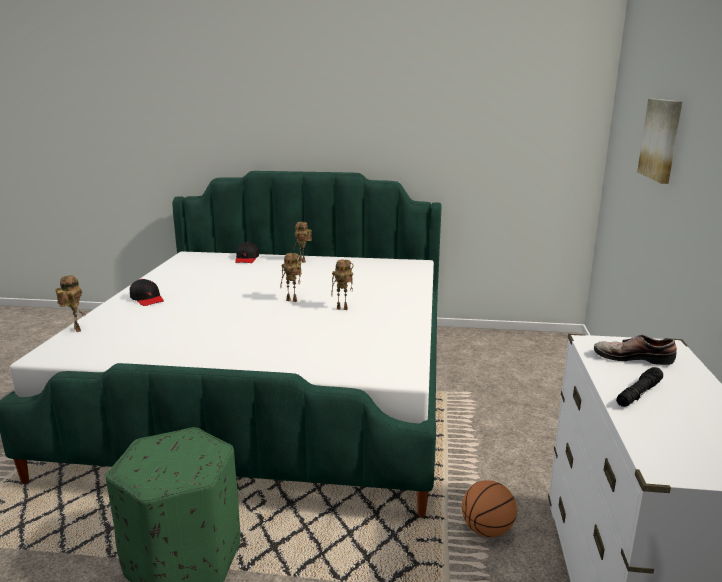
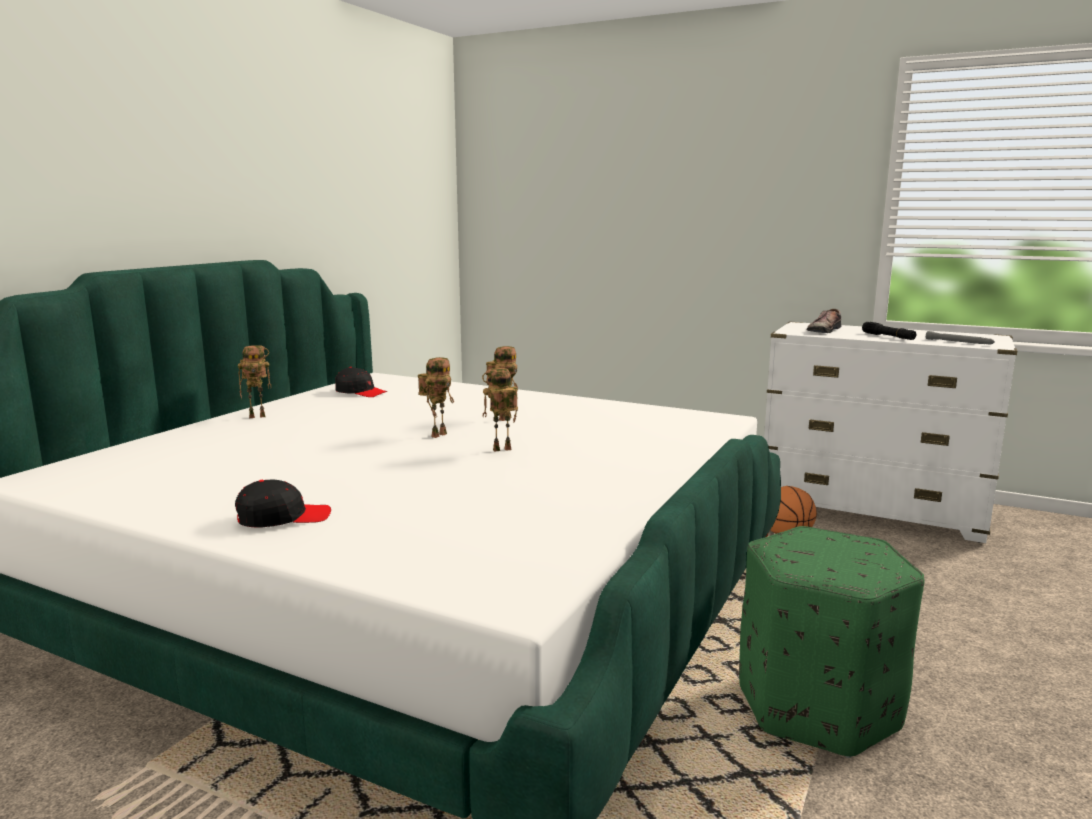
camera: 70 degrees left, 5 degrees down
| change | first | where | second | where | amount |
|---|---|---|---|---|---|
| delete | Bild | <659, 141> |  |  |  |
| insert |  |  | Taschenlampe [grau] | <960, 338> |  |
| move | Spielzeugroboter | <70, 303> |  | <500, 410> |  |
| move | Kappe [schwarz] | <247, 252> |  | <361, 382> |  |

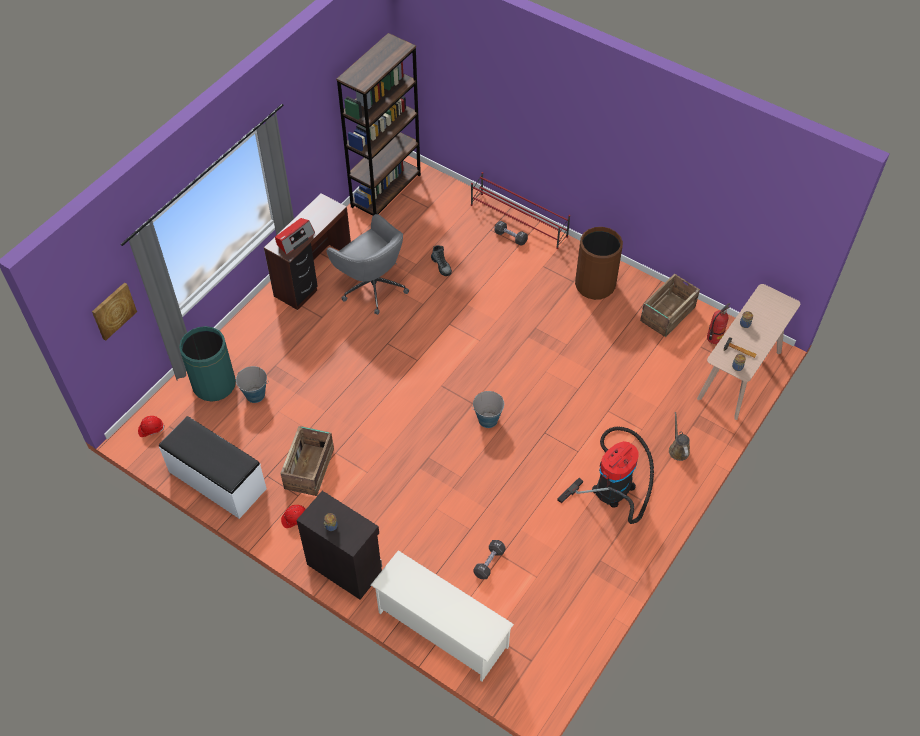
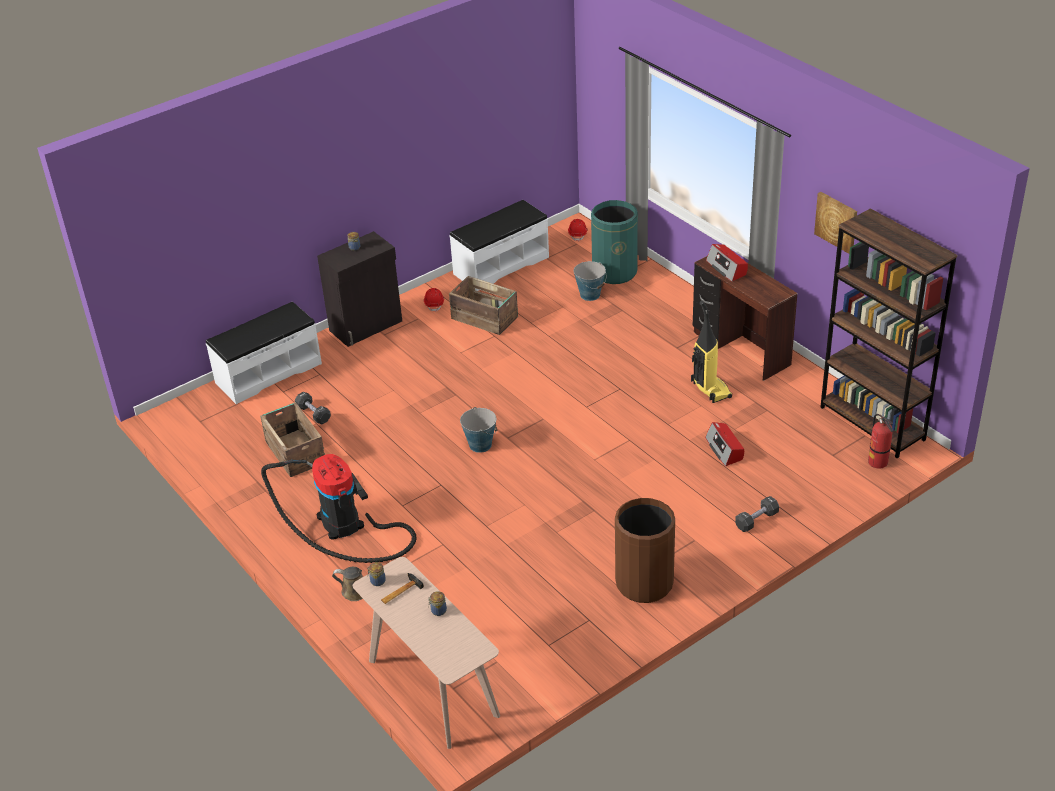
camera: 110 degrees right, 15 degrees down
| change | first | where | second | where | amount |
|---|---|---|---|---|---|
| delete | Schuhregal [rot] | <520, 210> |  |  |  |
| move | Bild | <114, 311> |  | <835, 223> |  |
| move | Kiste | <670, 305> |  | <292, 439> |  |
| move | Feuerlöscher | <718, 323> |  | <880, 441> |  |
| replace | Bürostuhl [grau] | <368, 264> | Staubsauger | <711, 352> |  |
| replace | Schuhregal [weiß] | <442, 615> | Bank [weiß] | <264, 353> |  |
| replace | Stiefel | <441, 260> | Radio | <724, 444> |  |

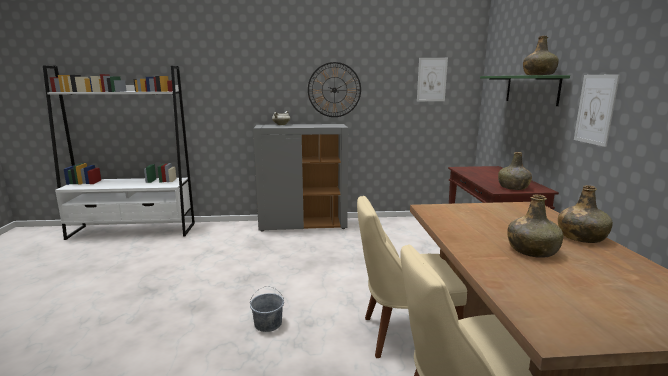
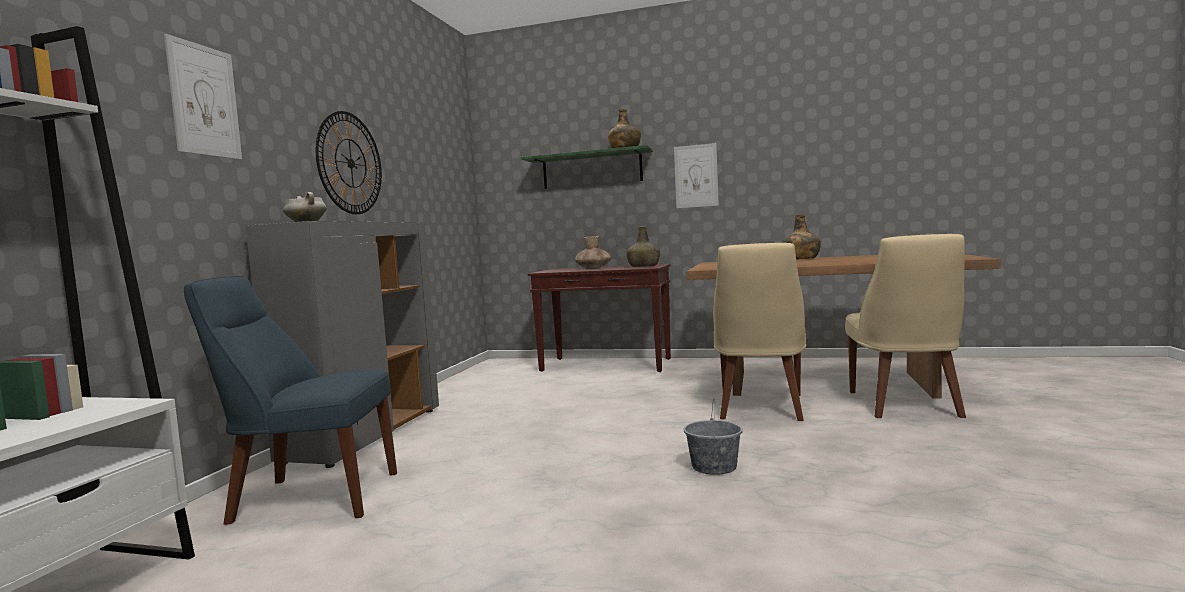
camera: 70 degrees left, 10 degrees down
| change | first | where | second | where | amount |
|---|---|---|---|---|---|
| delete | Flasche [grün] | <535, 226> |  |  |  |
| insert |  |  | Stuhl [blau] | <290, 401> |  |
| insert |  |  | Vase [braun] | <593, 252> |  |
| move | Bild | <432, 79> |  | <203, 97> |  |

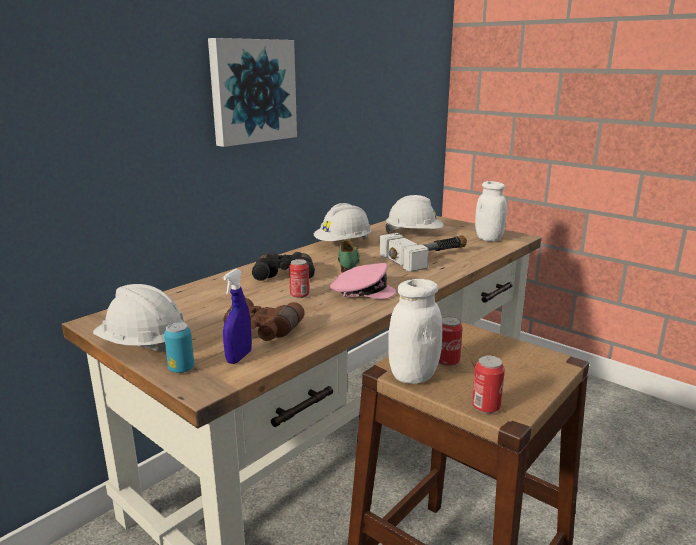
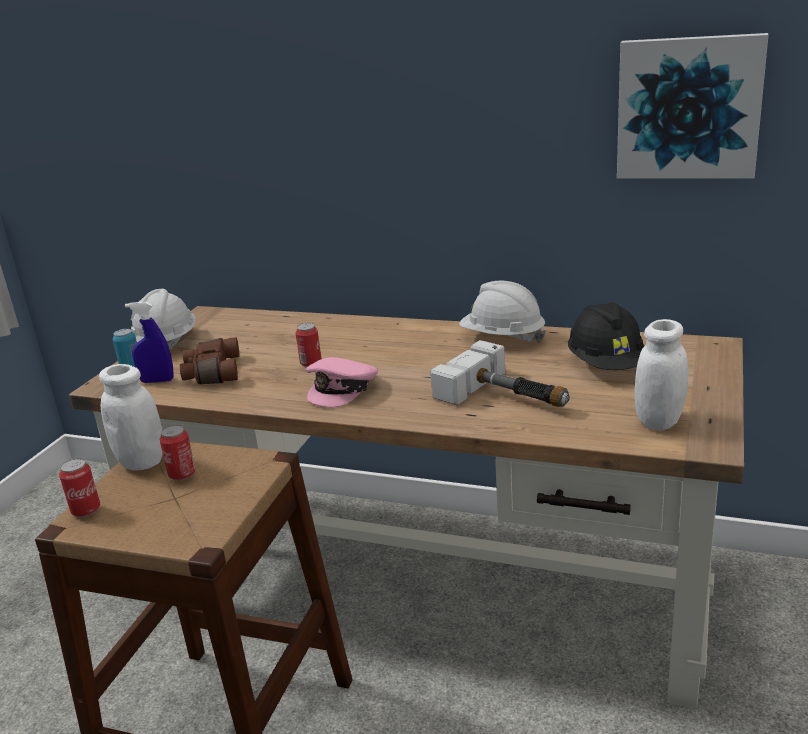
camera: 70 degrees right, 5 degrees up
| change | first | where | second | where | amount |
|---|---|---|---|---|---|
| delete | Fernglas [schwarz] | <283, 266> |  |  |  |
| delete | Schuh [grün] | <348, 256> |  |  |  |
| move | Bild | <252, 92> |  | <692, 106> |  |
| recolor | Schutzhelm [weiß] | <414, 214> | Schutzhelm [schwarz] | <606, 336> |  |
| rotate | Kappe [rosa] | <363, 281> |  | <341, 382> | 45 degrees clockwise |

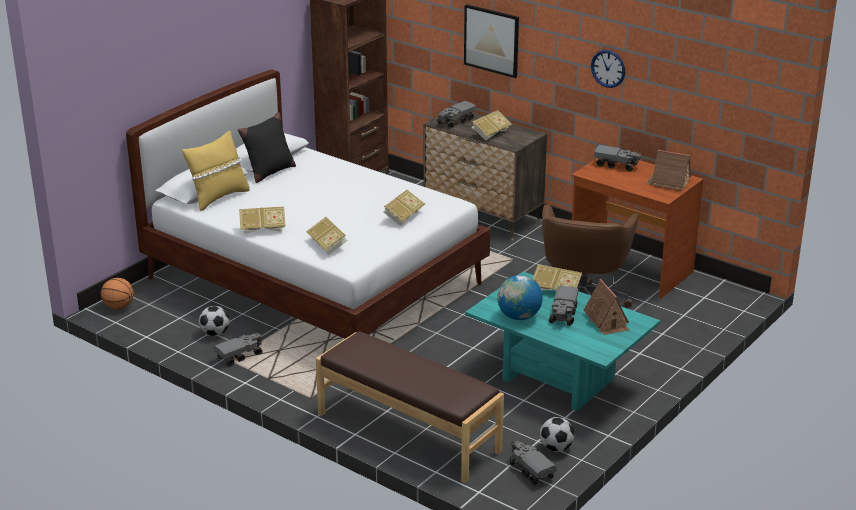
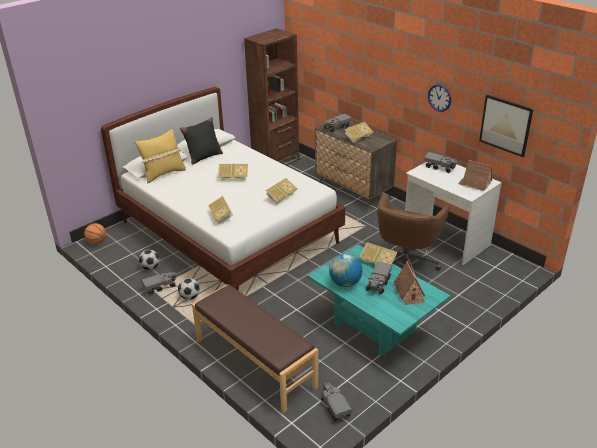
camera: 10 degrees right, 5 degrees up
| change | first | where | second | where | amount |
|---|---|---|---|---|---|
| move | Buch | <262, 220> |  | <233, 172> |  |
| move | Bild | <491, 41> |  | <506, 126> |  |
| move | Fußball | <557, 434> |  | <189, 289> |  |
| recolor | Schreibtisch [braun] | <637, 228> | Schreibtisch [weiß] | <453, 213> |  |

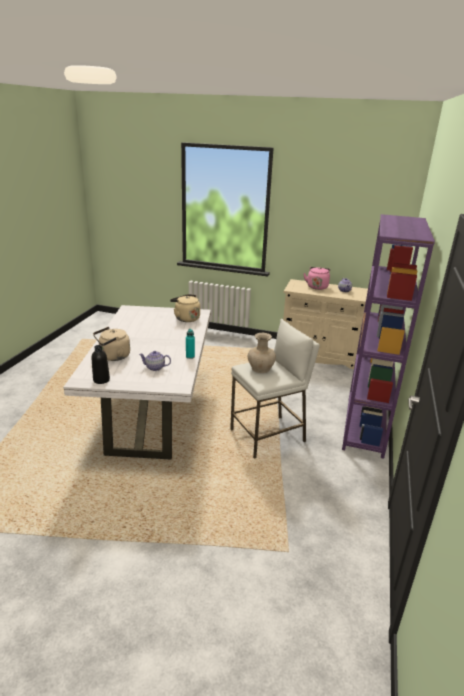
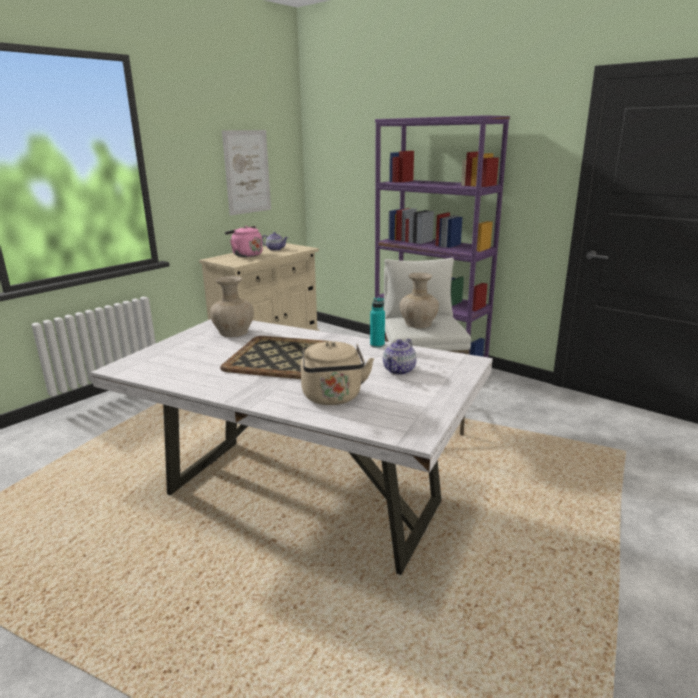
camera: 65 degrees left, 5 degrees down
| change | first | where | second | where | amount |
|---|---|---|---|---|---|
| delete | Flasche [schwarz] | <100, 364> |  |  |  |
| insert |  |  | Tablett | <274, 357> |  |
| insert |  |  | Bild | <246, 172> |  |
| replace | Wasserkessel [beige] | <185, 308> | Vase [beige] | <232, 306> |  |

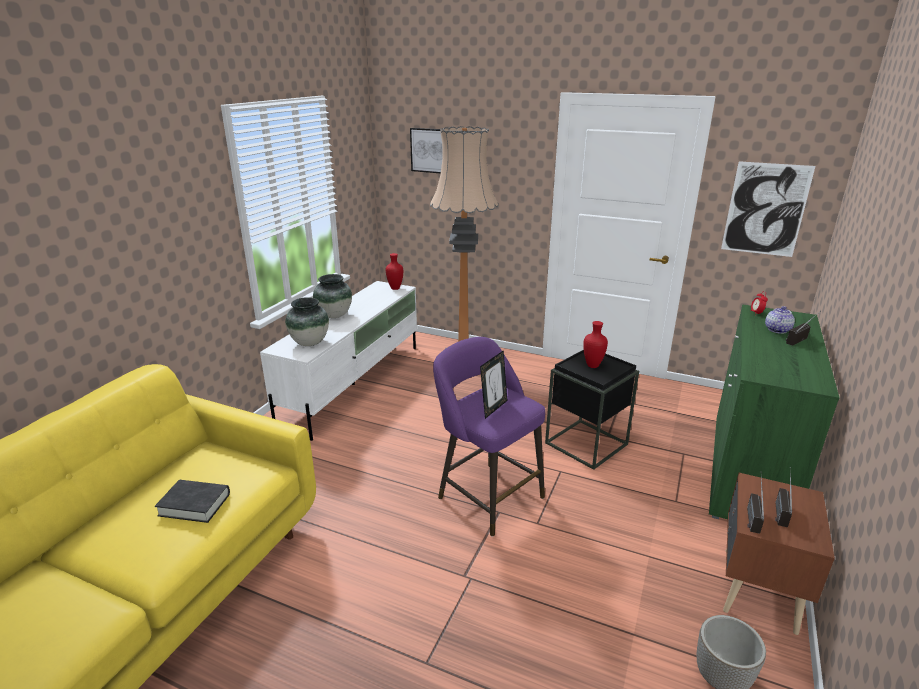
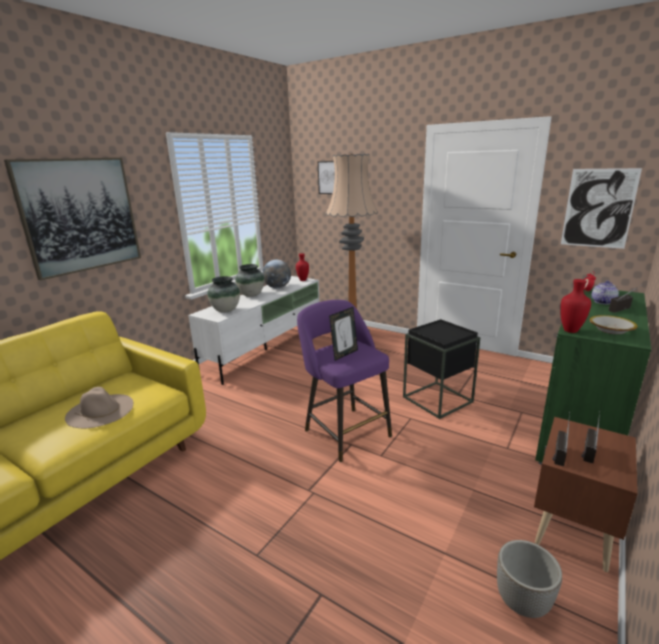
camera: 10 degrees right, 5 degrees down
| change | first | where | second | where | amount |
|---|---|---|---|---|---|
| insert |  |  | Bild | <72, 219> |  |
| insert |  |  | Globus | <276, 274> |  |
| insert |  |  | Schüssel | <613, 324> |  |
| move | Vase [rot] | <595, 344> |  | <575, 306> |  |
| replace | Buch [schwarz] | <192, 501> | Hut [beige] | <99, 407> |  |

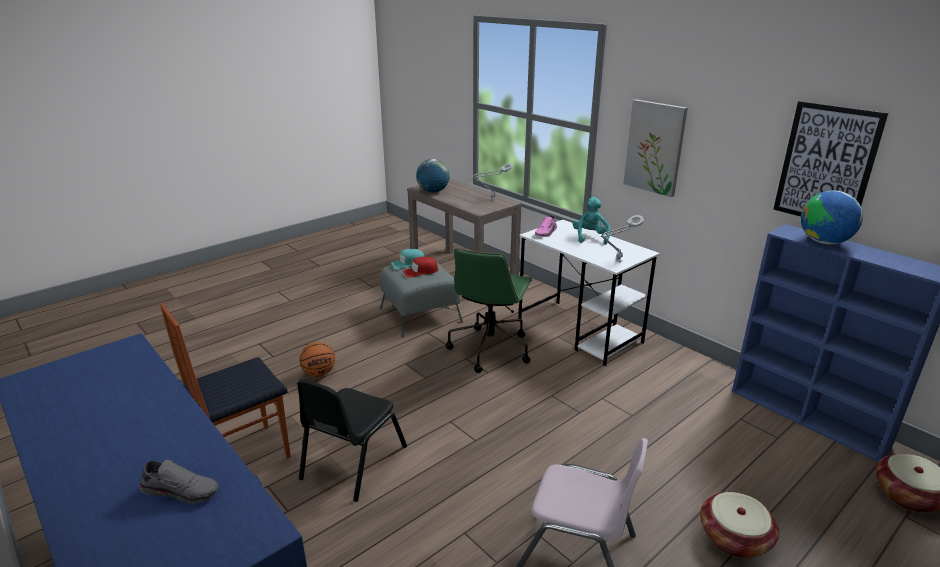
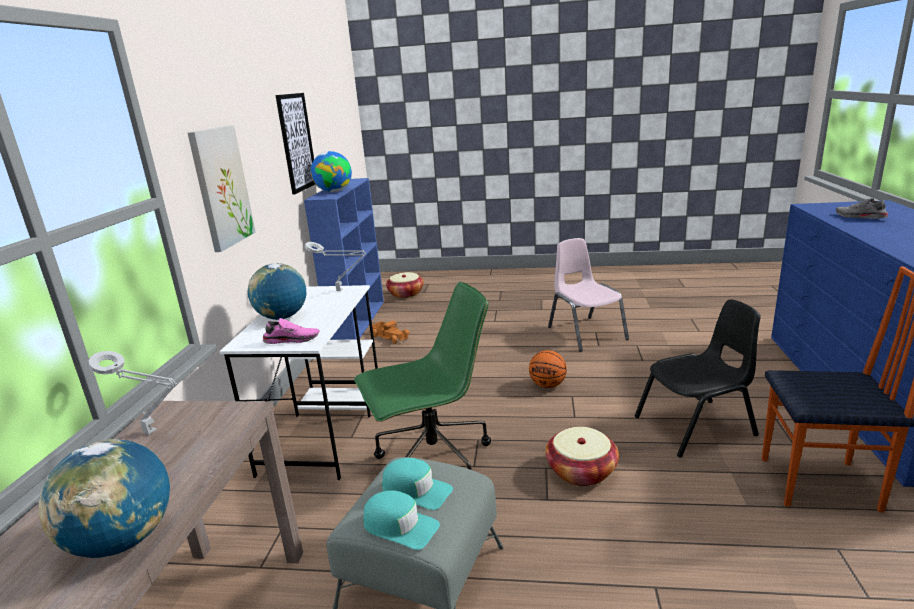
camera: 130 degrees left, 5 degrees down
| change | first | where | second | where | amount |
|---|---|---|---|---|---|
| insert |  |  | Spielzeuglaster | <391, 332> |  |
| move | Basketball | <317, 359> |  | <548, 369> |  |
| move | Korb | <739, 525> |  | <582, 456> |  |
| replace | Plüschtier [türkis] | <591, 221> | Globus | <277, 291> |  |
| recolor | Kappe [rot] | <420, 267> | Kappe [türkis] | <417, 484> |  |

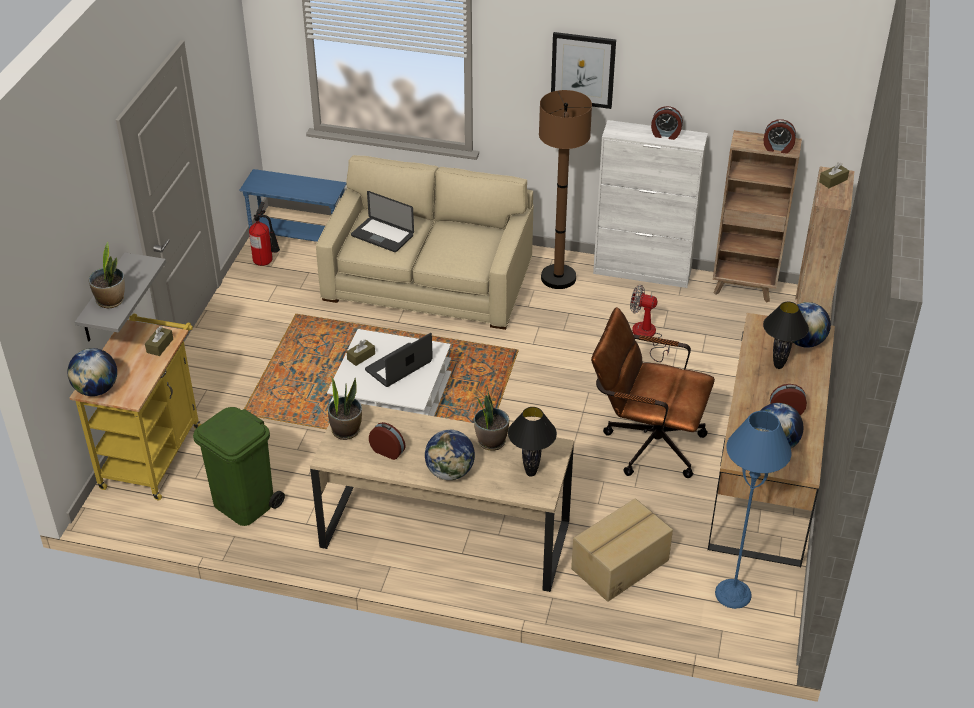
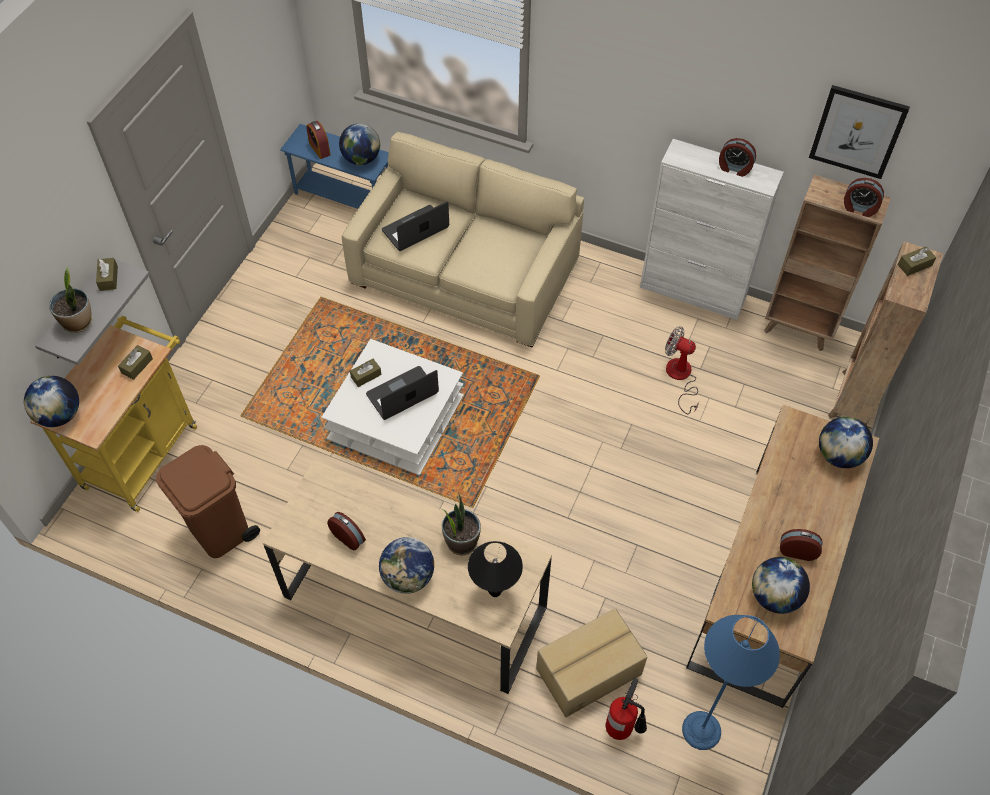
camera: 10 degrees right, 15 degrees up
| change | first | where | second | where | amount |
|---|---|---|---|---|---|
| delete | Topfpflanze | <345, 408> |  |  |  |
| delete | Stehlampe [braun] | <565, 189> |  |  |  |
| delete | Bürostuhl [braun] | <653, 392> |  |  |  |
| delete | Tischlampe [schwarz] | <786, 335> |  |  |  |
| insert |  |  | Taschentuchbox [braun] | <107, 274> |  |
| insert |  |  | Wecker | <318, 140> |  |
| insert |  |  | Globus | <359, 144> |  |
| move | Feuerlöscher | <264, 234> |  | <626, 709> |  |
| move | Bild | <583, 70> |  | <859, 132> |  |
| recolor | Mülleimer [grün] | <239, 466> | Mülleimer [braun] | <208, 501> |  |
| rotate | Laptop | <382, 221> |  | <415, 226> | 105 degrees clockwise |

